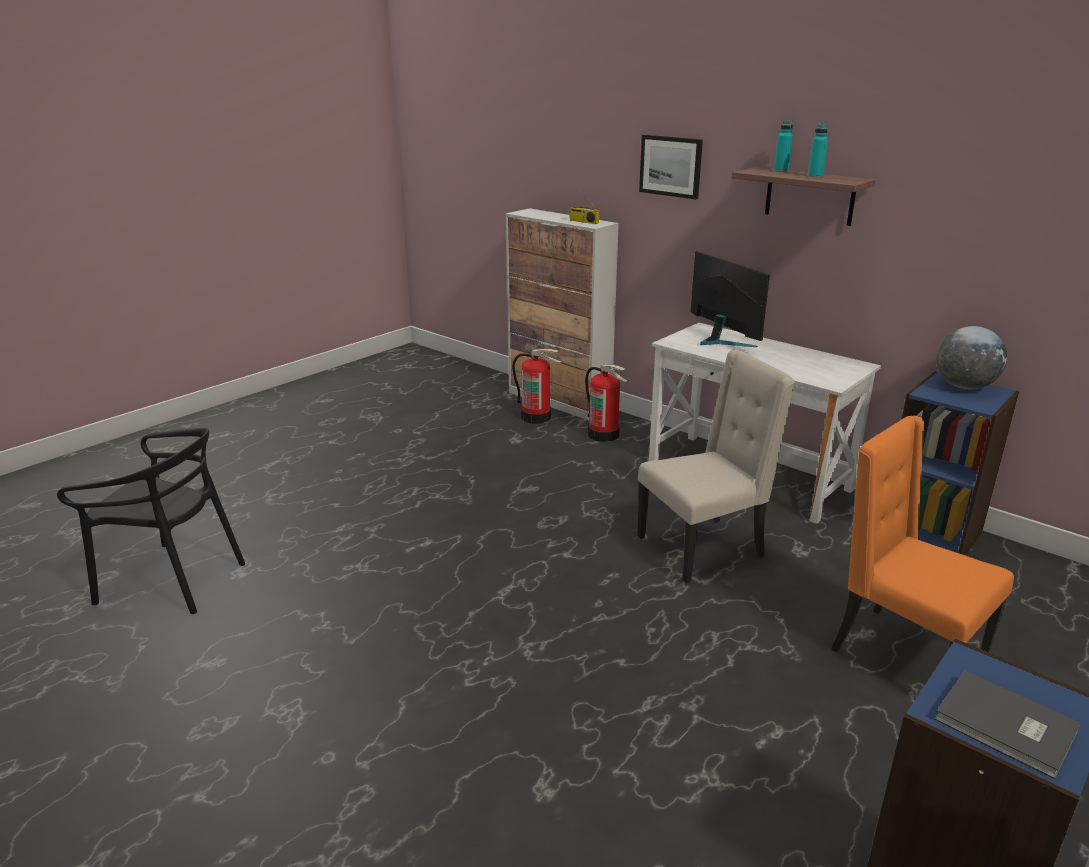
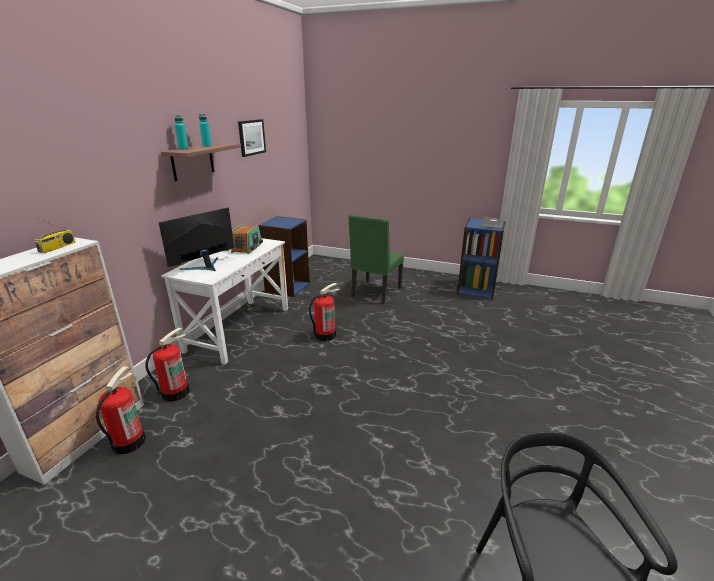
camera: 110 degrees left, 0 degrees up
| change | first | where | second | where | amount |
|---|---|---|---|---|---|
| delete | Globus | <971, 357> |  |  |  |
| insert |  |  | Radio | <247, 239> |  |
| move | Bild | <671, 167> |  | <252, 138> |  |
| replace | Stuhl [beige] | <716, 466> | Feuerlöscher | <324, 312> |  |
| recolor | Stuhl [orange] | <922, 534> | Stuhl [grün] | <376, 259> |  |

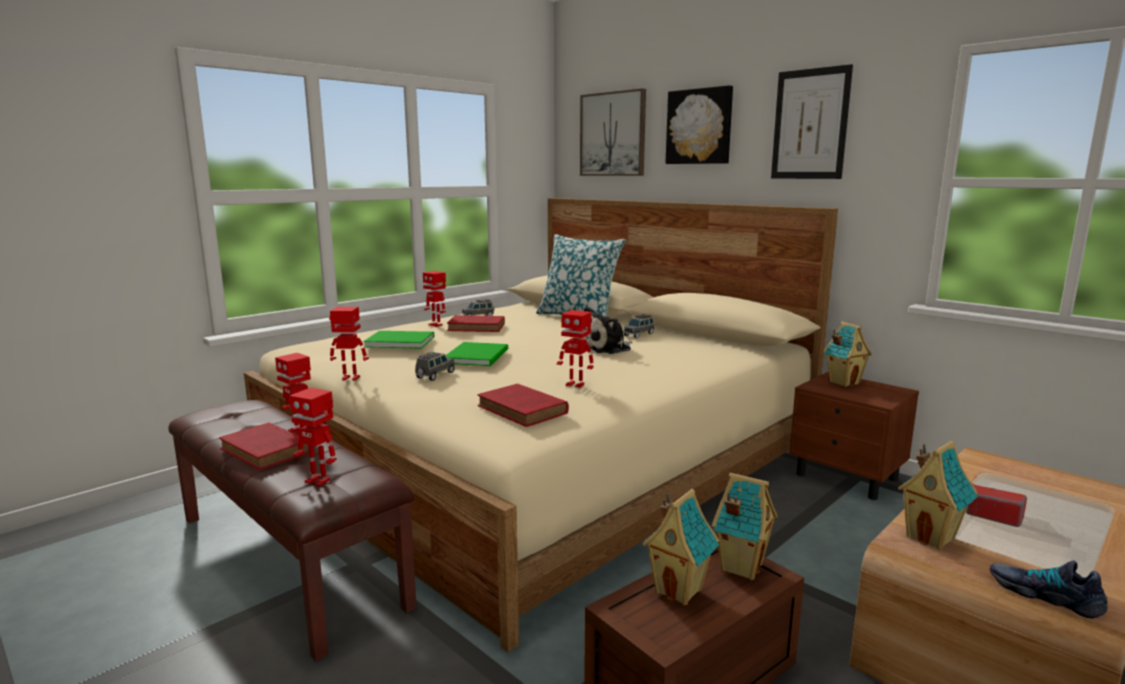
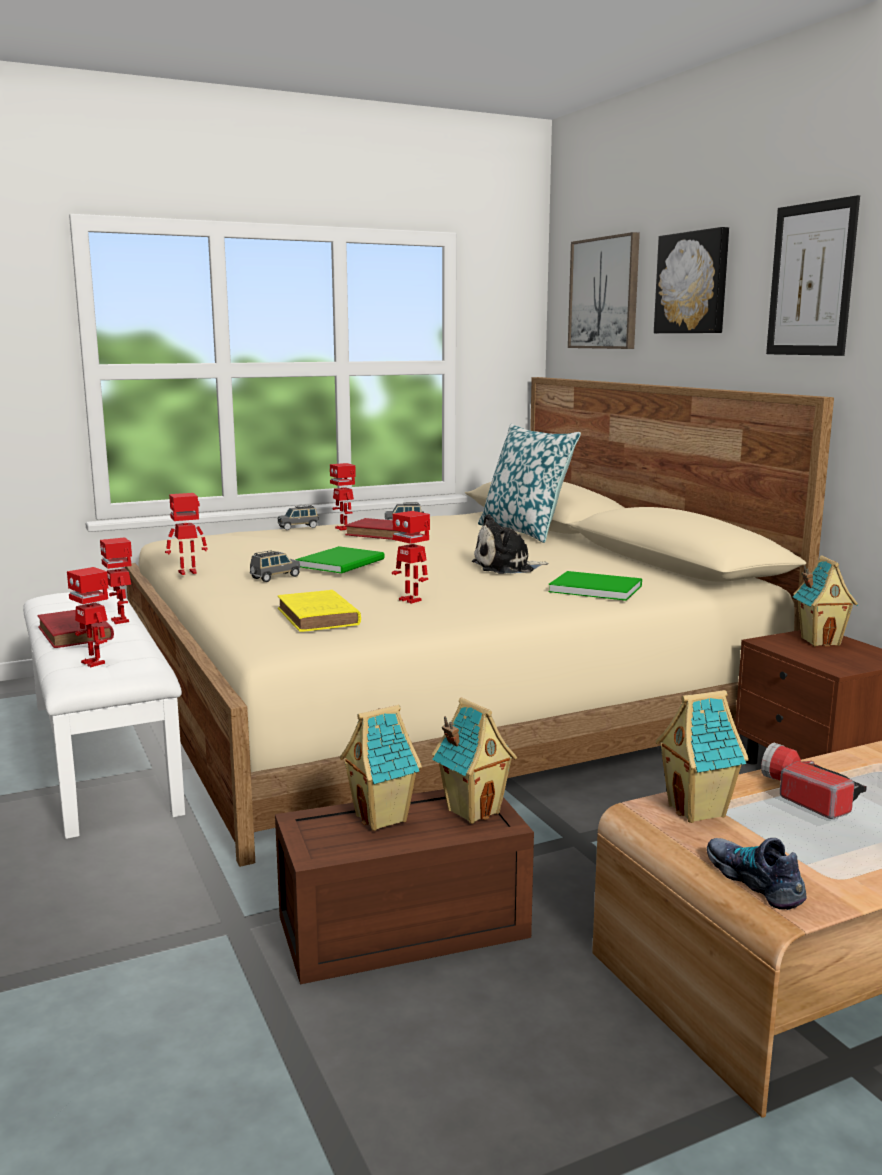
camera: 20 degrees right, 0 degrees up
| change | first | where | second | where | amount |
|---|---|---|---|---|---|
| move | Buch [grün] | <398, 340> |  | <595, 586> |  |
| move | Spielzeugauto [grau] | <638, 326> |  | <298, 517> |  |
| recolor | Bank [braun] | <292, 530> | Bank [weiß] | <104, 714> |  |
| recolor | Buch [rot] | <523, 405> | Buch [gelb] | <319, 611> |  |
| rotate | Spielzeugroboter | <349, 344> |  | <186, 534> | 45 degrees counterclockwise |

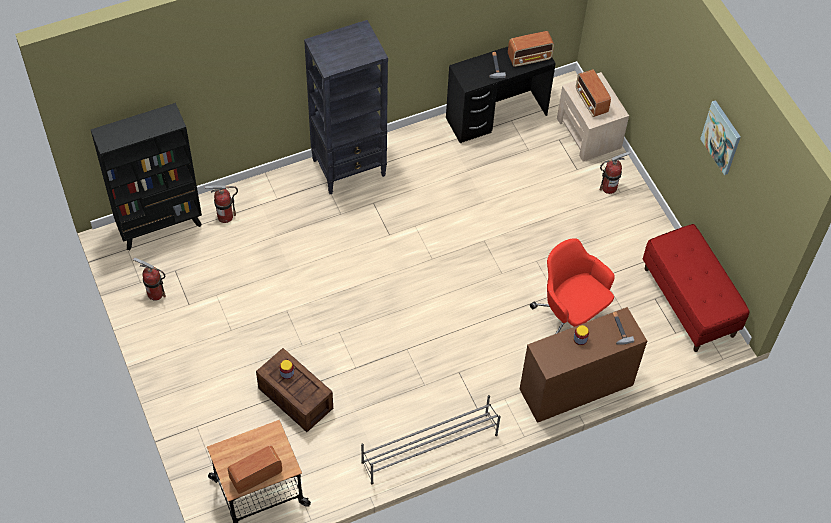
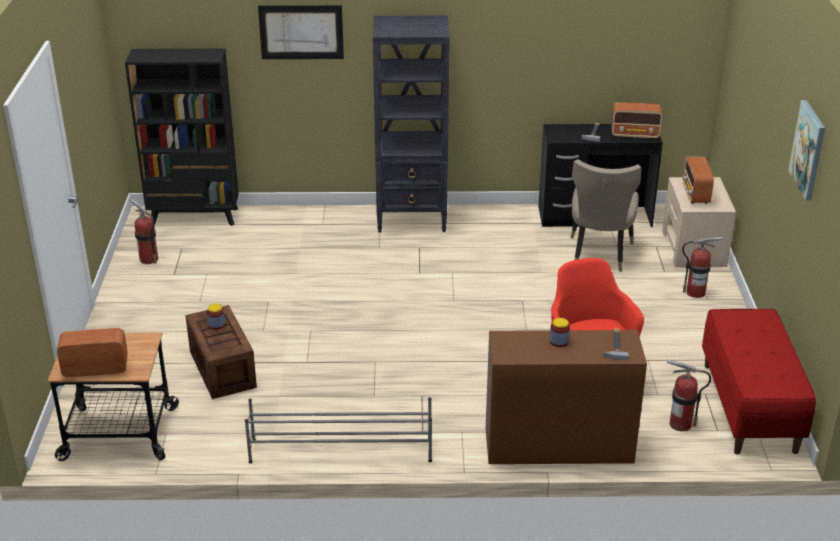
camera: 25 degrees right, 25 degrees down
| change | first | where | second | where | amount |
|---|---|---|---|---|---|
| insert |  |  | Bild | <301, 32> |  |
| insert |  |  | Stuhl [beige] | <606, 215> |  |
| move | Feuerlöscher | <221, 204> |  | <689, 395> |  |

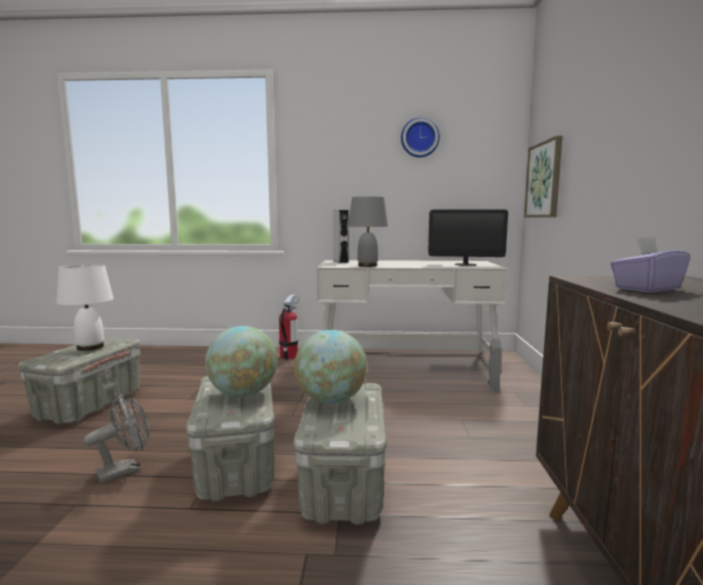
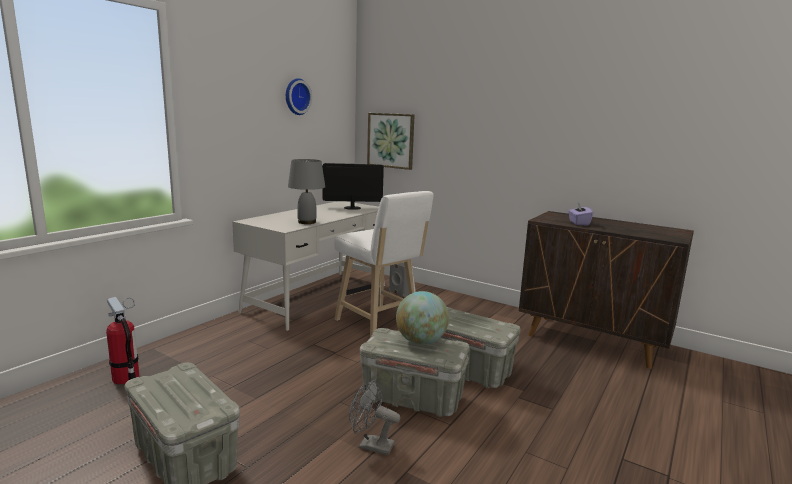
camera: 60 degrees left, 5 degrees up
| change | first | where | second | where | amount |
|---|---|---|---|---|---|
| delete | Tischlampe [weiß] | <85, 307> |  |  |  |
| delete | Globus | <330, 367> |  |  |  |
| delete | Lautsprecher [grau] | <341, 236> |  |  |  |
| insert |  |  | Hocker [weiß] | <383, 264> |  |
| move | Feuerlöscher | <289, 327> |  | <122, 340> |  |
| rotate | Ventilator [grau] | <116, 438> |  | <374, 417> | 60 degrees counterclockwise |
| rotate | Monitor | <468, 237> |  | <353, 186> | 135 degrees counterclockwise |

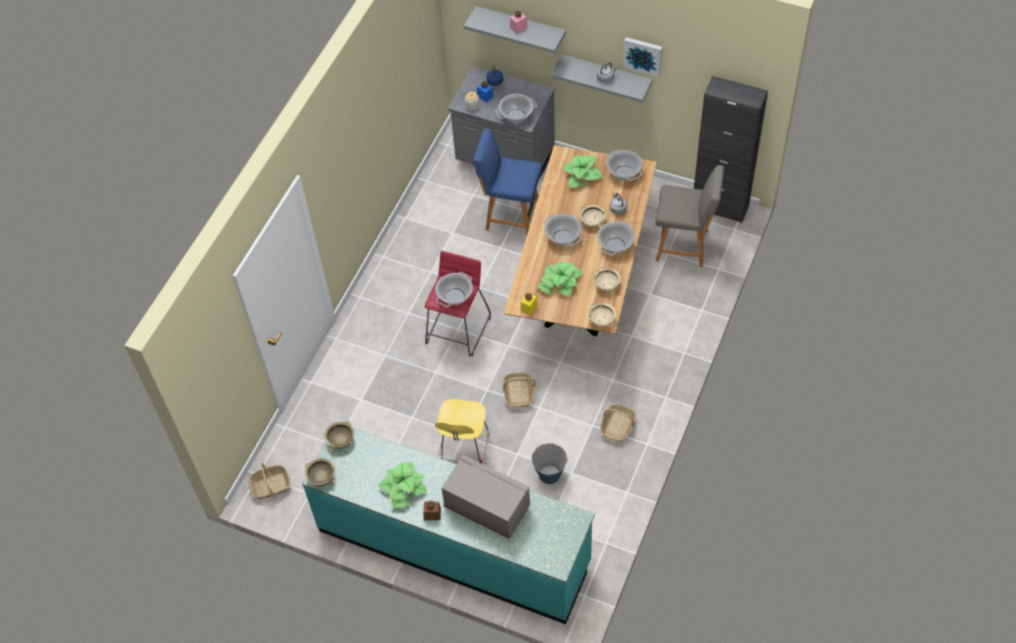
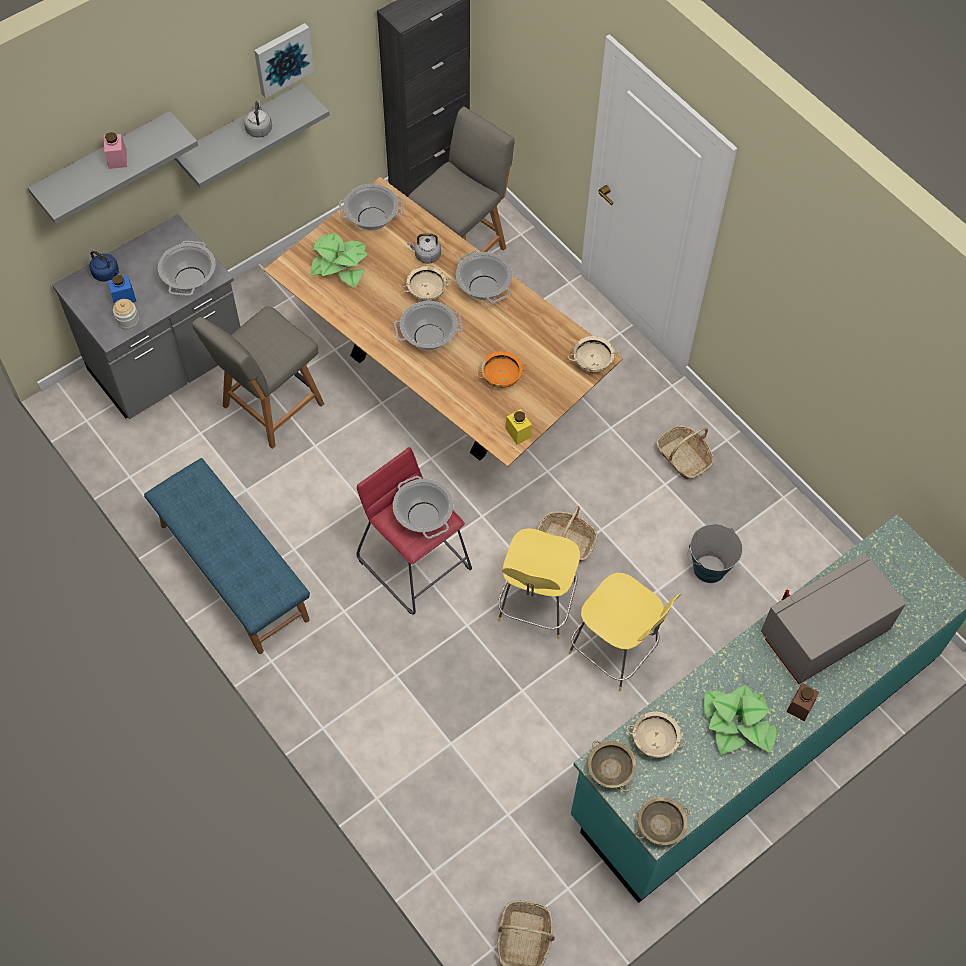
camera: 65 degrees left, 5 degrees up
| change | first | where | second | where | amount |
|---|---|---|---|---|---|
| insert |  |  | Bank [blau] | <227, 556> |  |
| insert |  |  | Hocker [gelb] | <539, 583> |  |
| move | Schüssel [beige] | <607, 280> |  | <656, 734> |  |
| replace | Topfpflanze | <560, 279> | Schüssel [orange] | <501, 369> |  |
| recolor | Stuhl [blau] | <507, 181> | Stuhl [grau] | <258, 377> |  |

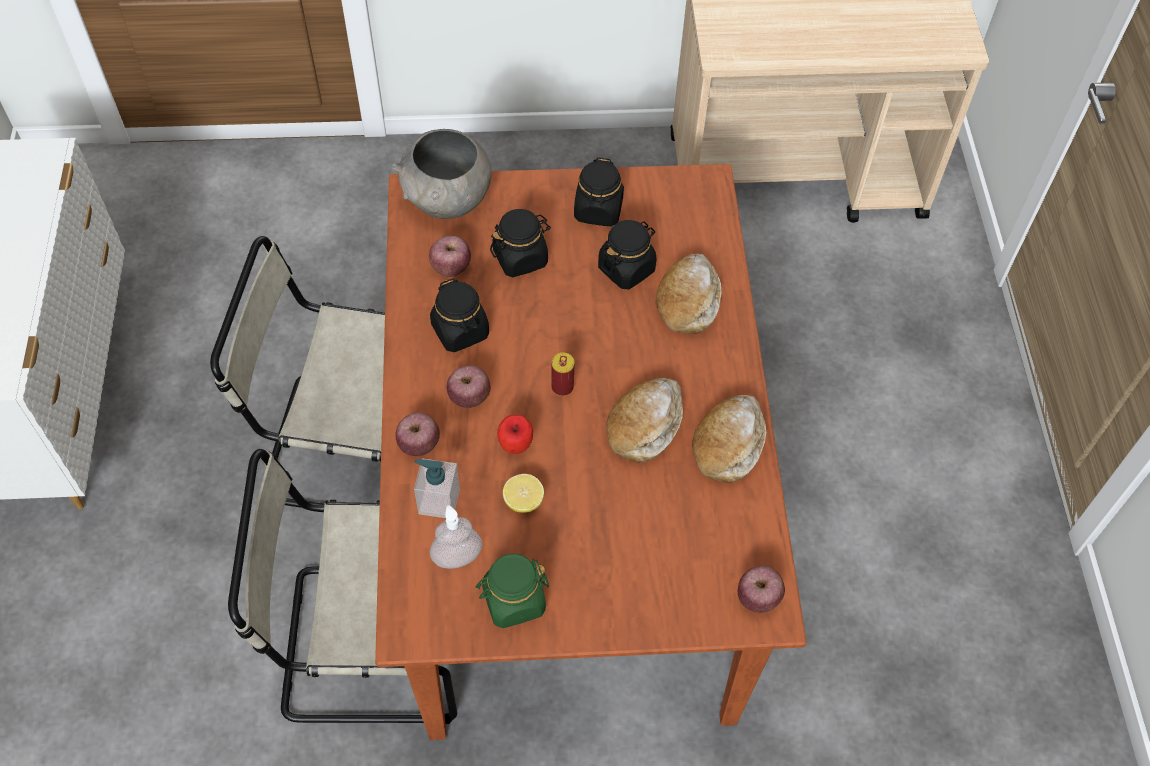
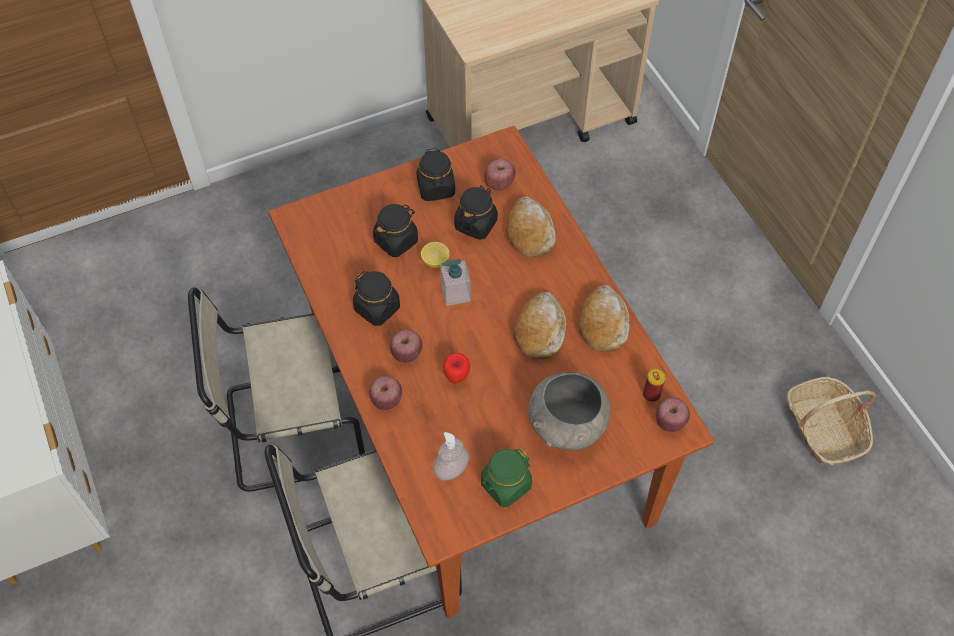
camera: 20 degrees left, 0 degrees up
| change | first | where | second | where | amount |
|---|---|---|---|---|---|
| insert |  |  | Korb | <831, 421> |  |
| move | Schüssel [grau] | <442, 174> |  | <569, 411> |  |
| move | Seifenspender | <437, 488> |  | <455, 282> |  |
| move | Apfel | <450, 256> |  | <500, 174> |  |
| move | Zitrone | <523, 493> |  | <435, 255> |  |
| move | Dose | <563, 374> |  | <654, 385> |  |

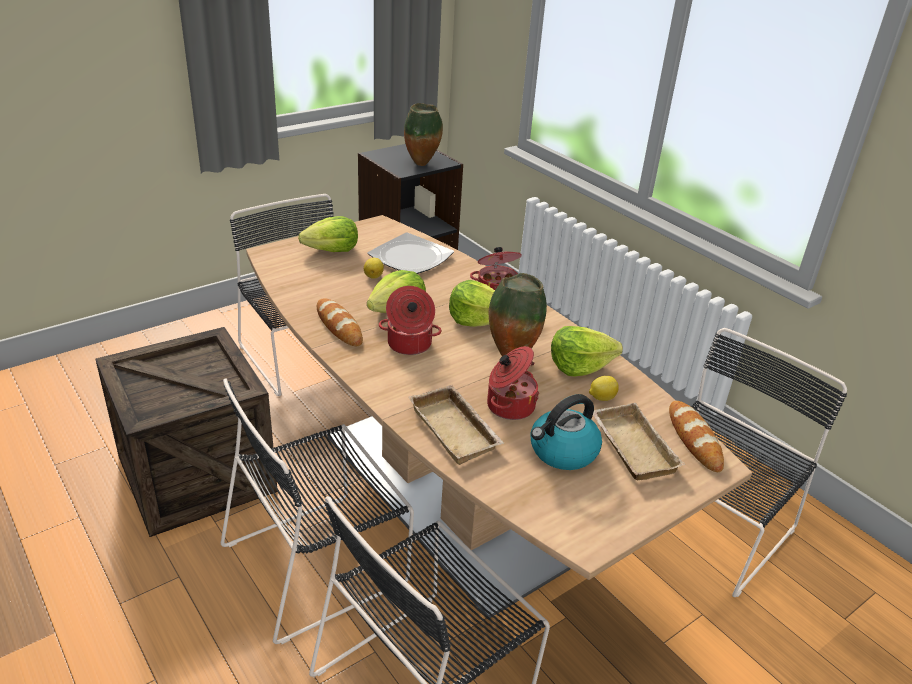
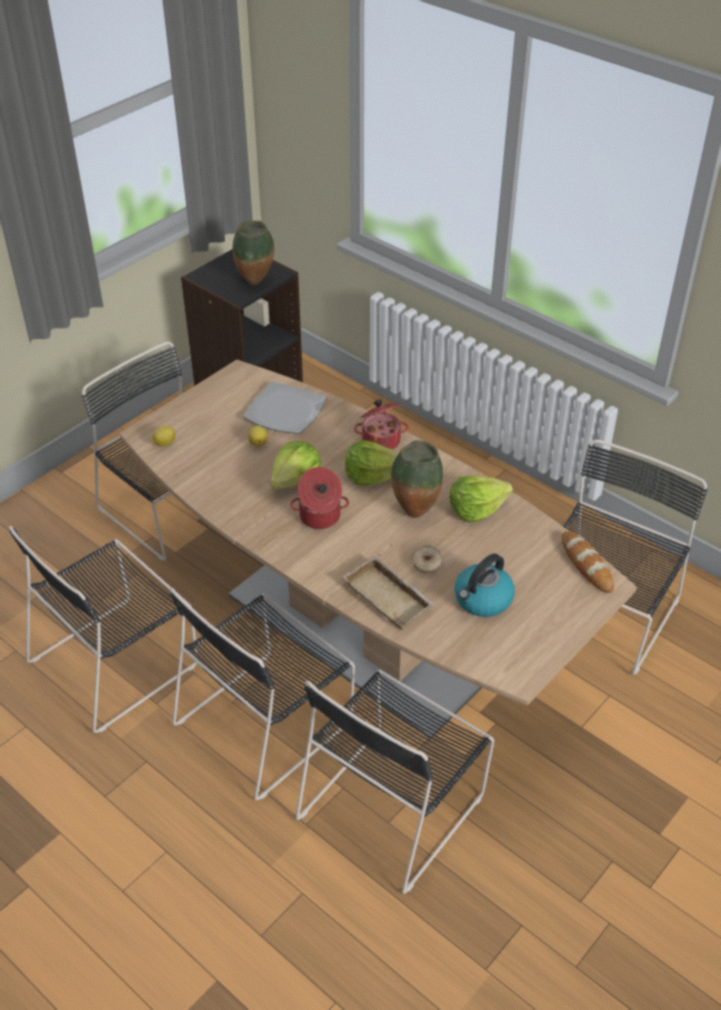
camera: 10 degrees left, 10 degrees up
| change | first | where | second | where | amount |
|---|---|---|---|---|---|
| delete | Salatkopf | <328, 234> |  |  |  |
| delete | Brot | <340, 322> |  |  |  |
| delete | Tablett [beige] | <639, 441> |  |  |  |
| move | Zitrone | <604, 388> |  | <163, 436> |  |
| replace | Kiste | <186, 432> | Stuhl [schwarz] | <103, 629> |  |
| replace | Kochtopf | <513, 383> | Donut | <427, 559> |  |

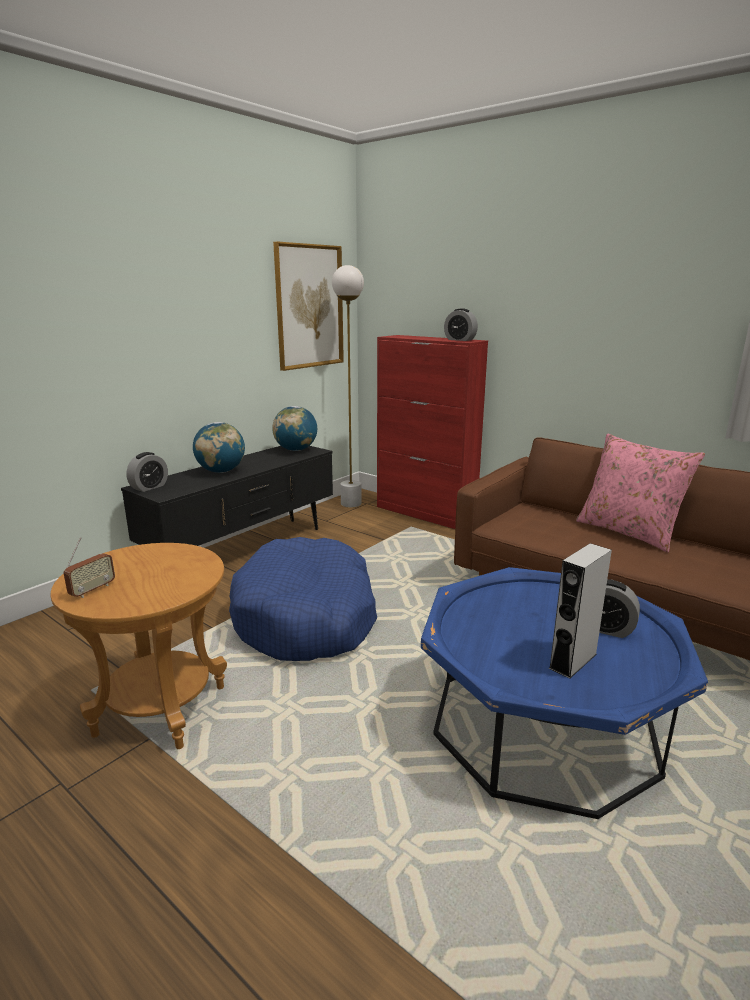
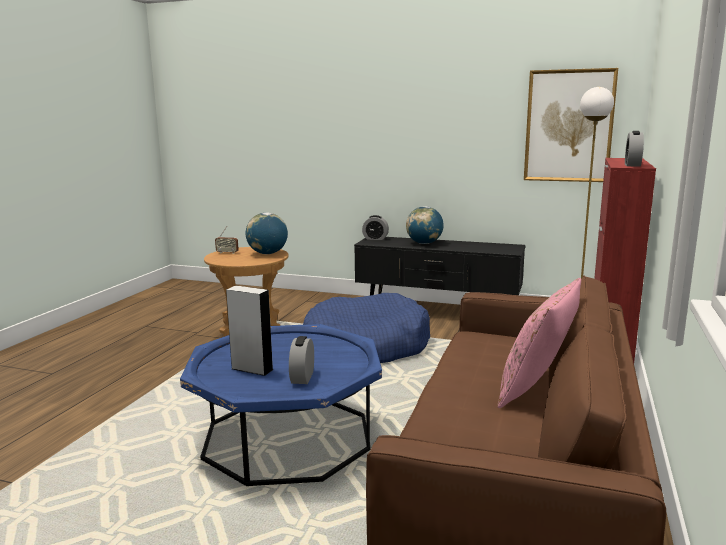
camera: 70 degrees right, 5 degrees down
| change | first | where | second | where | amount |
|---|---|---|---|---|---|
| move | Globus | <294, 428> |  | <267, 233> |  |

